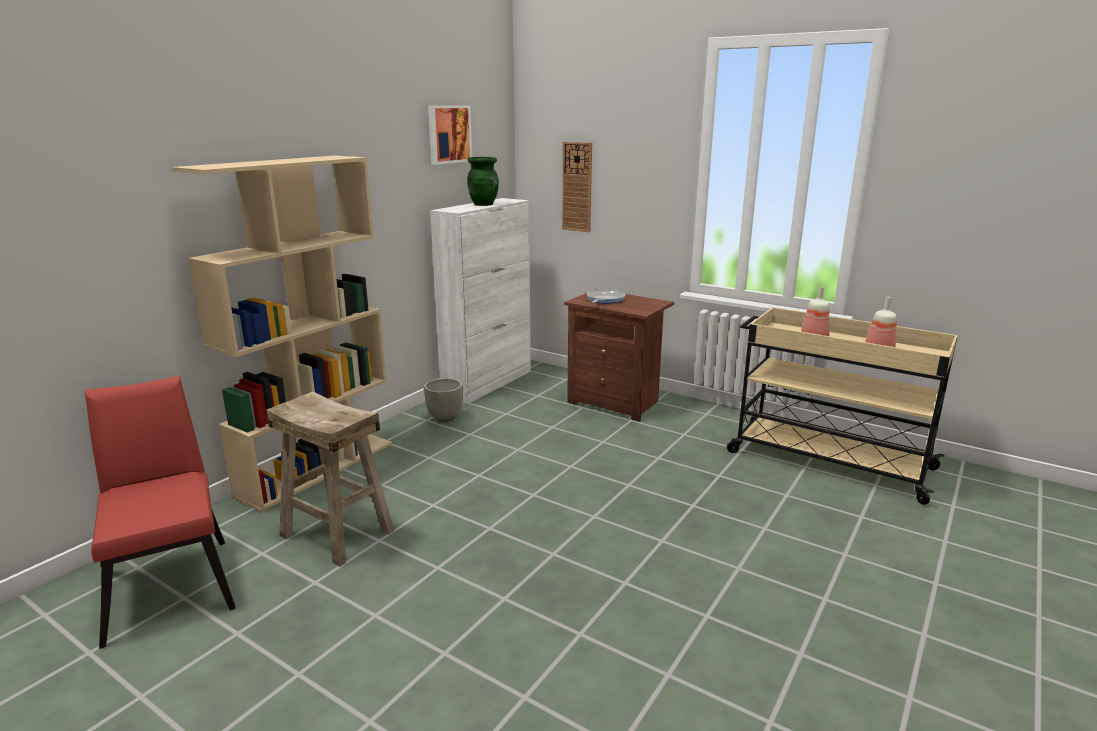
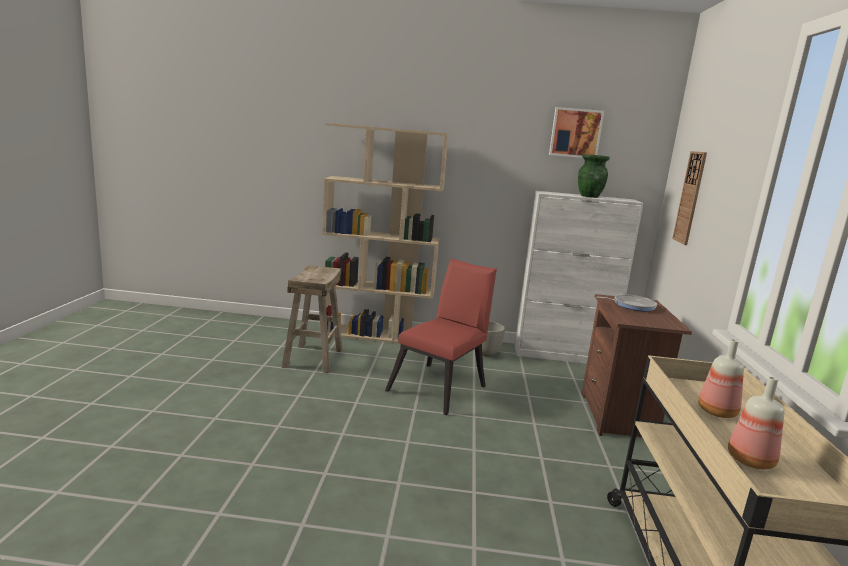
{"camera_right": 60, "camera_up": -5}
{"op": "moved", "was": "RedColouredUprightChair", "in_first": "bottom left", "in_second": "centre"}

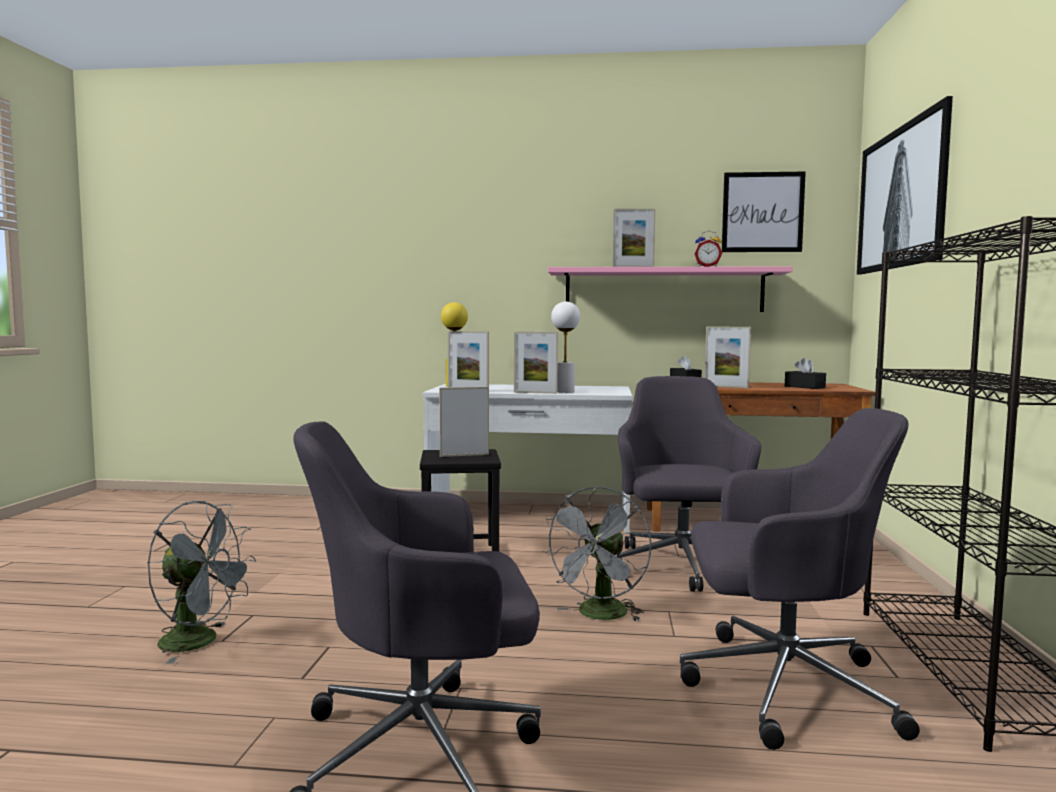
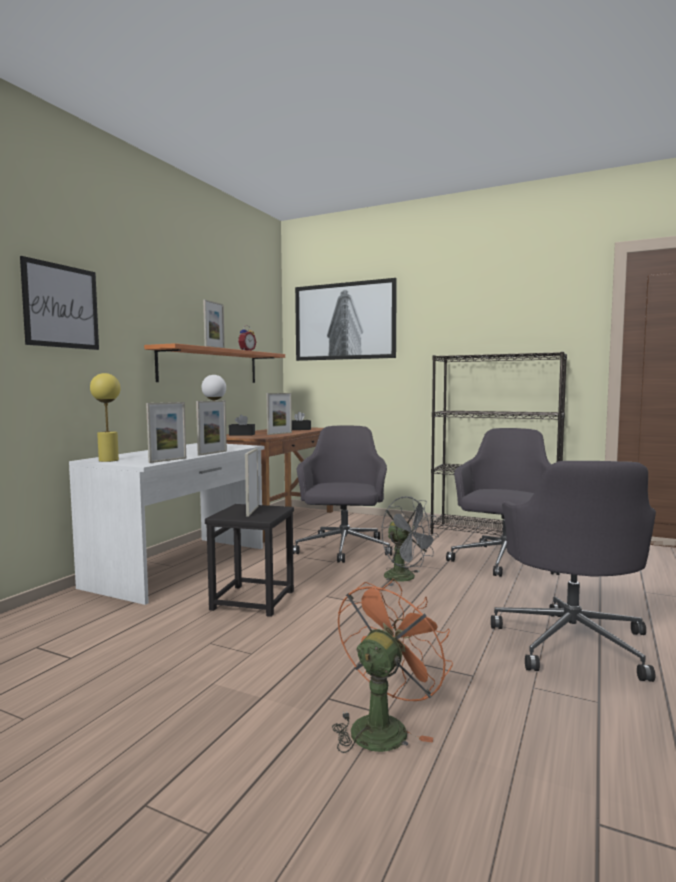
{"camera_right": -70, "camera_up": 0}
{"op": "moved", "was": "WallArt (1st from left)", "in_first": "top right", "in_second": "middle left"}
{"op": "recoloured", "was": "PinkShelf", "now": "OrangeShelf", "in_first": "centre", "in_second": "middle left"}
{"op": "turned", "was": "GreyishComputerChair (2nd from left in the first image)", "in_first": "centre", "in_second": "centre", "clockwise": 75}
{"op": "recoloured", "was": "GreyishElectricFan (1st from left)", "now": "OrangeElectricFan", "in_first": "bottom left", "in_second": "bottom centre"}

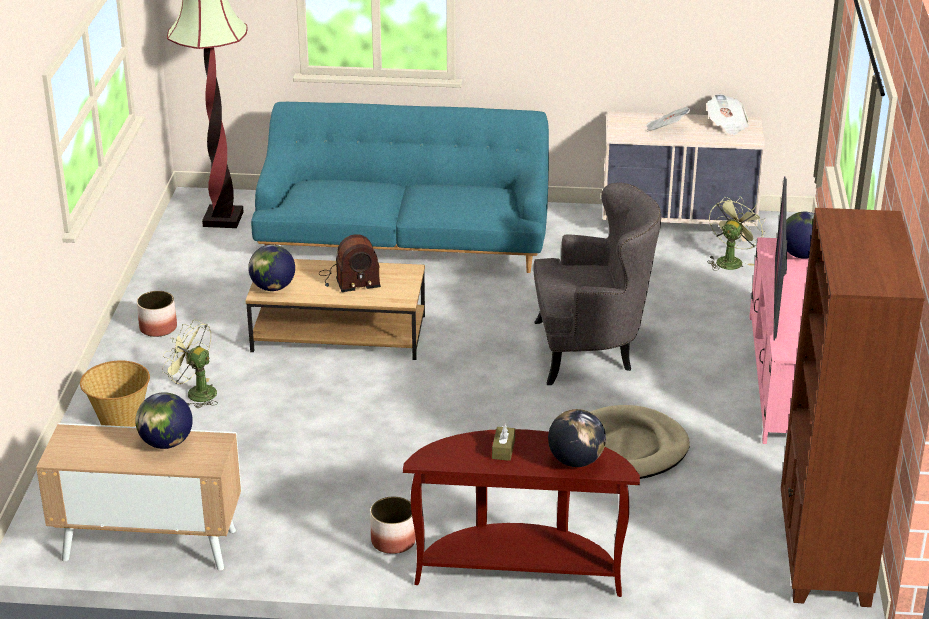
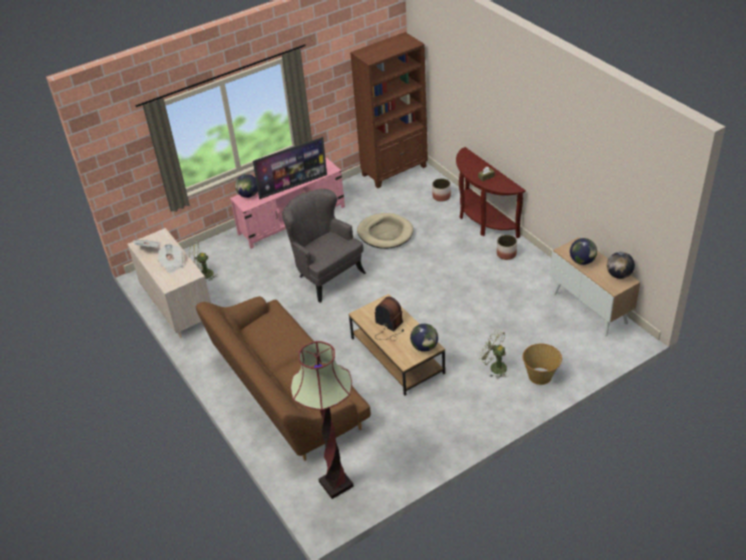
{"camera_right": -125, "camera_up": 10}
{"op": "recoloured", "was": "TurquoiseColouredCouch", "now": "BrownishCouch", "in_first": "top centre", "in_second": "bottom centre"}
{"op": "moved", "was": "PlantPot (1st from left)", "in_first": "middle left", "in_second": "centre"}
{"op": "turned", "was": "GreenElectricFan (1st from left in the first image)", "in_first": "middle left", "in_second": "centre", "clockwise": 135}
{"op": "moved", "was": "Globe (3rd from left in the first image)", "now": "Globe (4th from left)", "in_first": "bottom centre", "in_second": "middle right"}

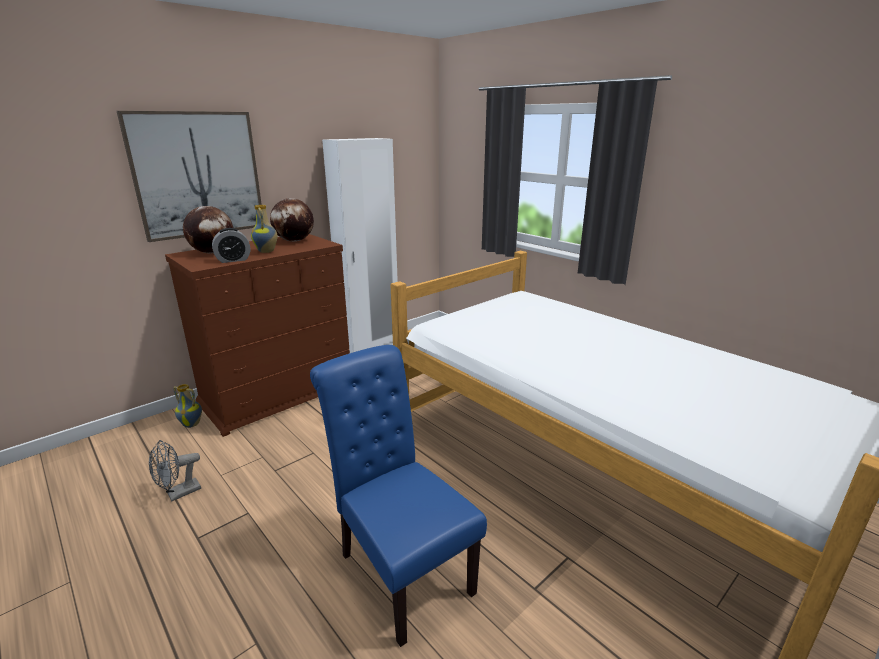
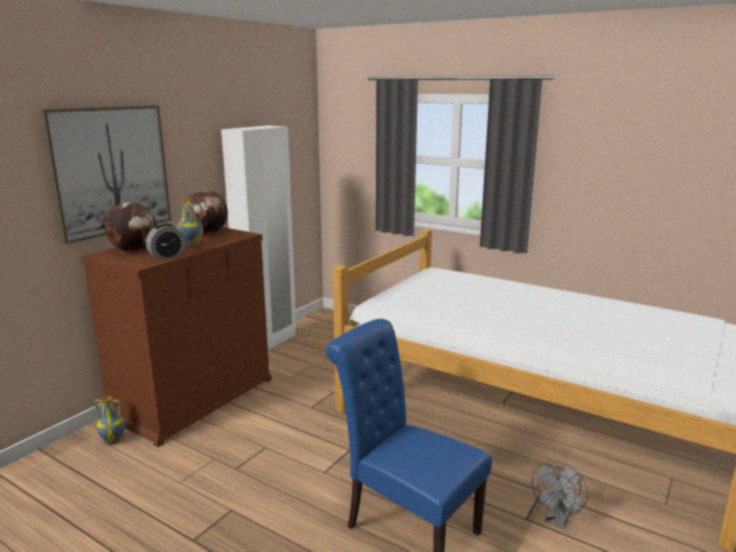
{"camera_right": -15, "camera_up": -5}
{"op": "moved", "was": "GreyishElectricFan", "in_first": "bottom left", "in_second": "bottom right"}

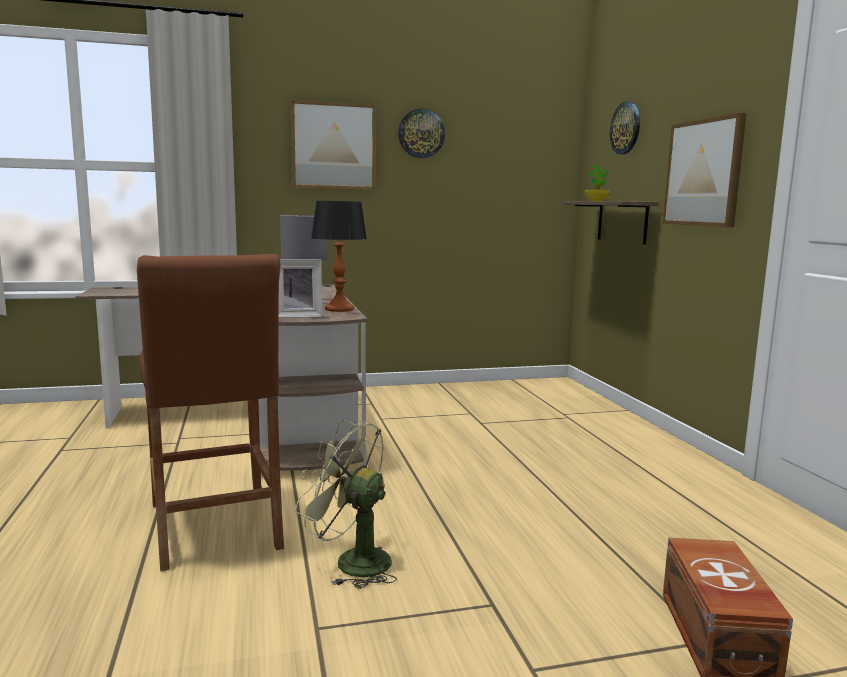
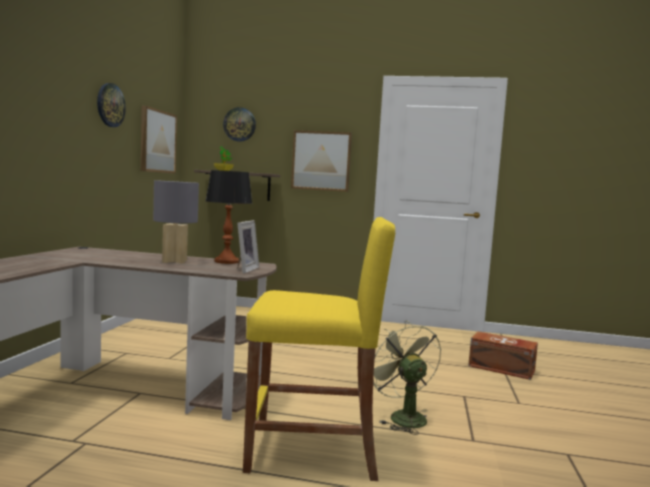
{"camera_right": -65, "camera_up": -5}
{"op": "moved", "was": "WallArt (1st from left)", "in_first": "top centre", "in_second": "top left"}
{"op": "recoloured", "was": "BrownishStoolSeat", "now": "YellowishStoolSeat", "in_first": "middle left", "in_second": "bottom centre"}
{"op": "turned", "was": "GreenElectricFan", "in_first": "bottom centre", "in_second": "bottom centre", "clockwise": 105}

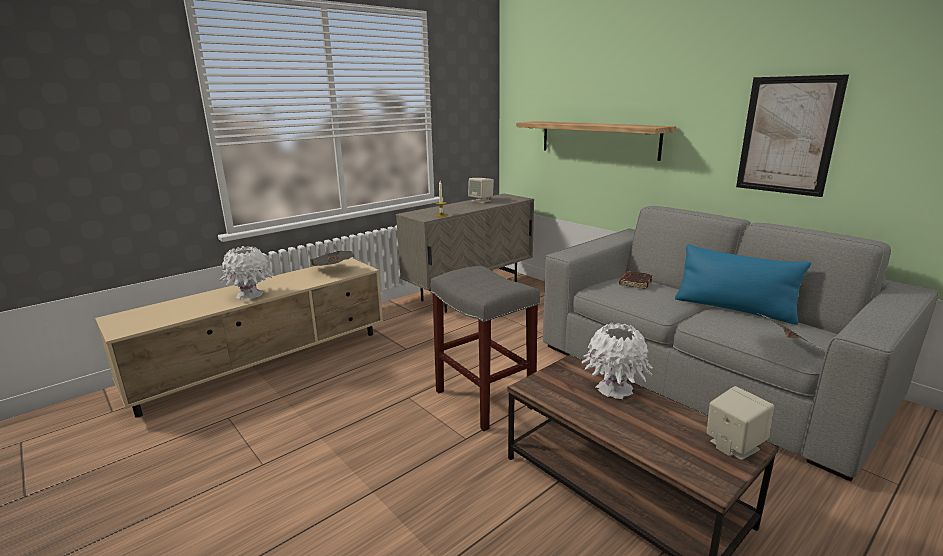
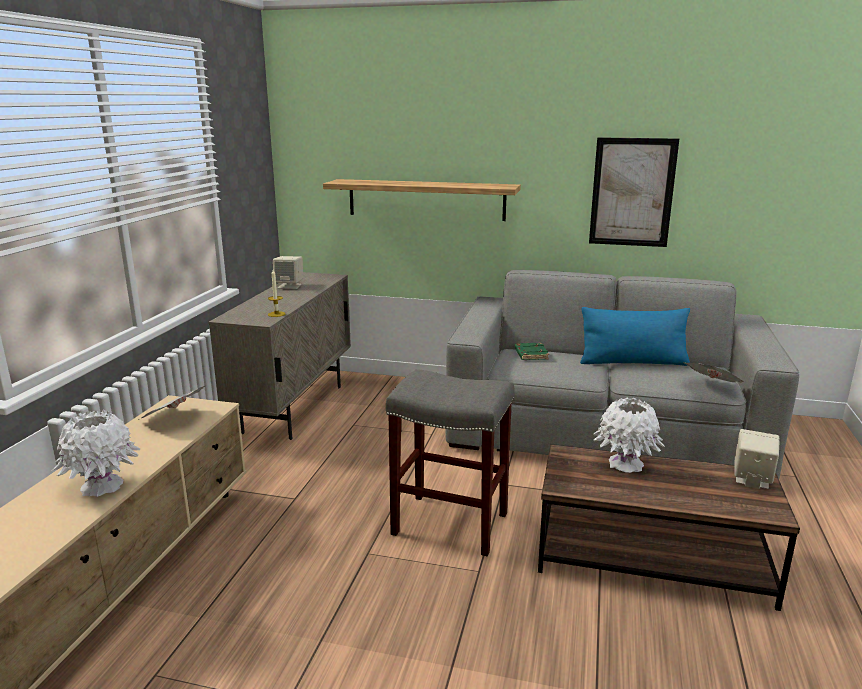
{"camera_right": -35, "camera_up": 0}
{"op": "recoloured", "was": "BrownishBook", "now": "GreenBook", "in_first": "middle right", "in_second": "centre"}

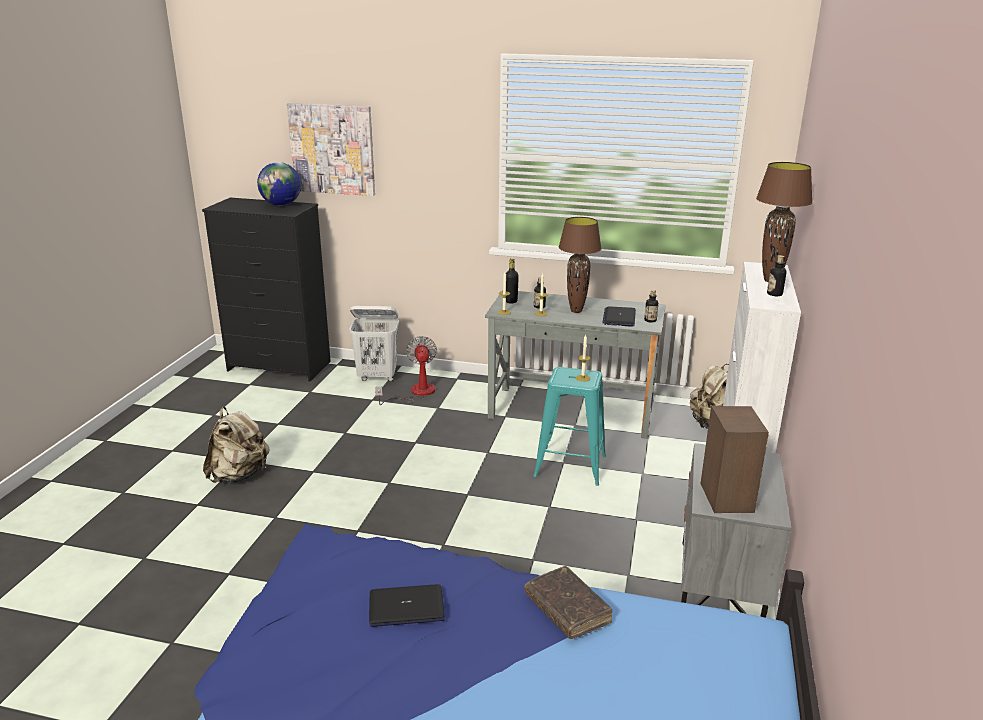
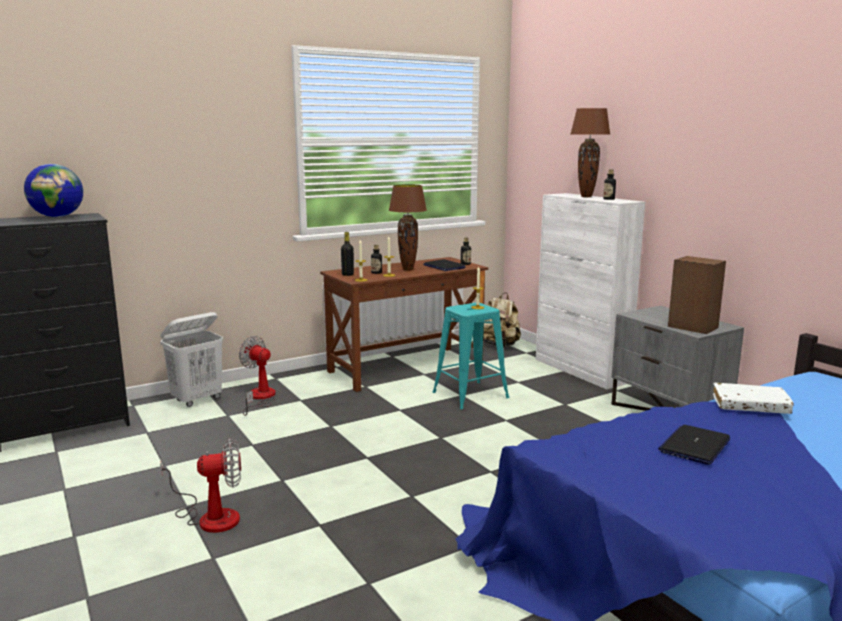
{"camera_right": -45, "camera_up": -10}
{"op": "replaced", "was": "BeigeRucksack (1st from left)", "now": "ElectricFan (1st from left)", "in_first": "middle left", "in_second": "bottom left"}
{"op": "recoloured", "was": "GreyishDesk", "now": "BrownishDesk", "in_first": "centre", "in_second": "centre"}
{"op": "recoloured", "was": "BrownishBook", "now": "WhiteBook", "in_first": "bottom centre", "in_second": "middle right"}
{"op": "removed", "was": "WallArt", "in_first": "top centre"}

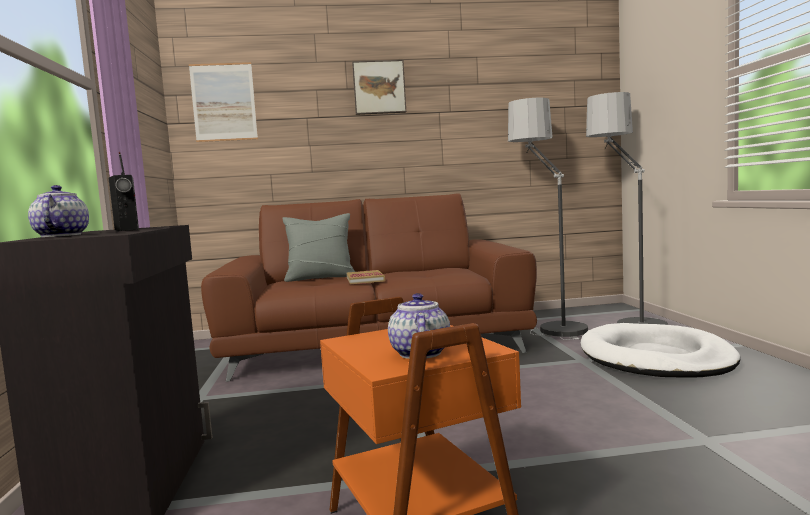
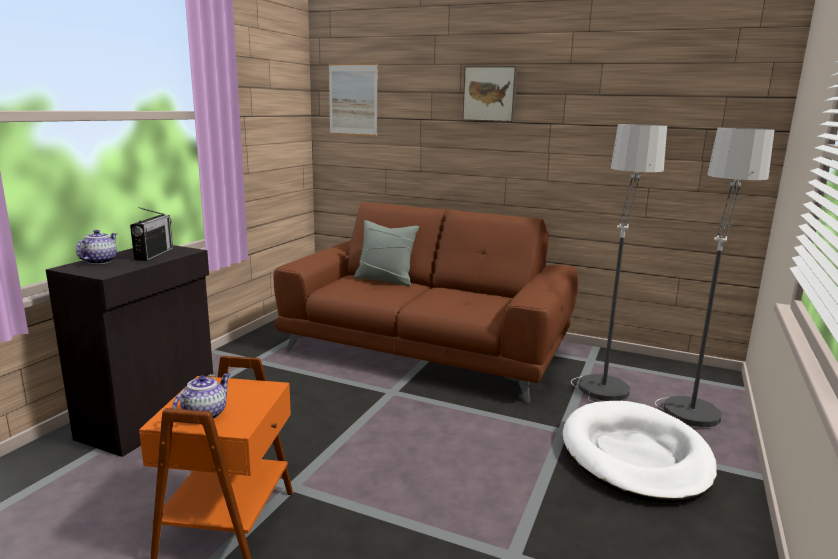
{"camera_right": 30, "camera_up": 10}
{"op": "removed", "was": "Book", "in_first": "centre"}

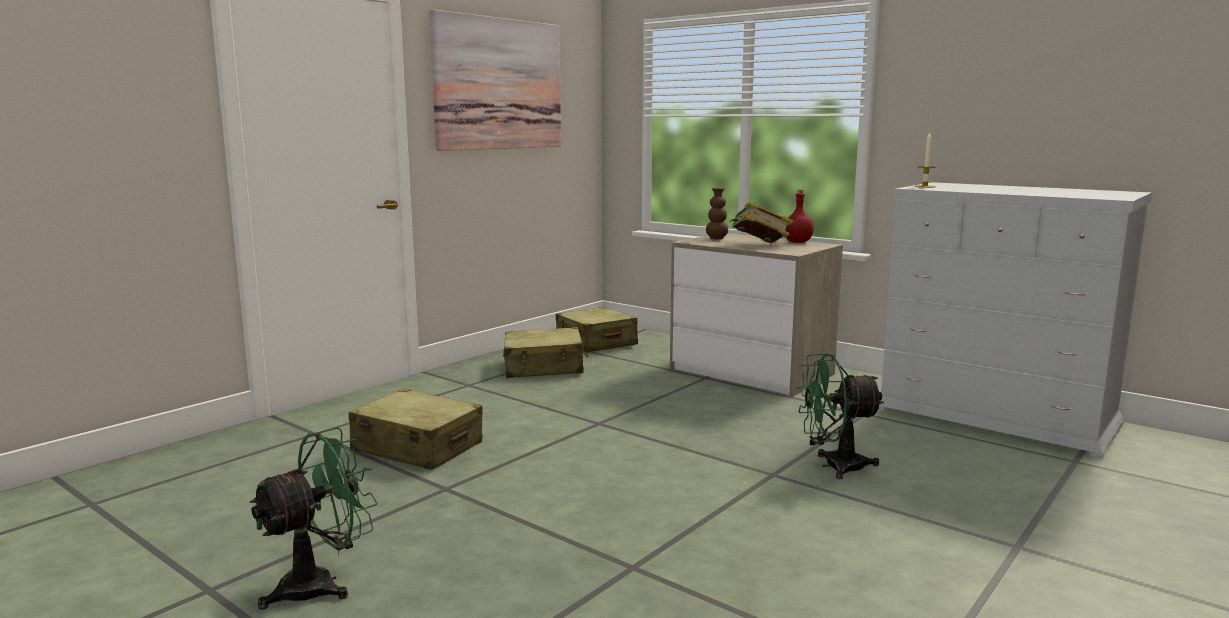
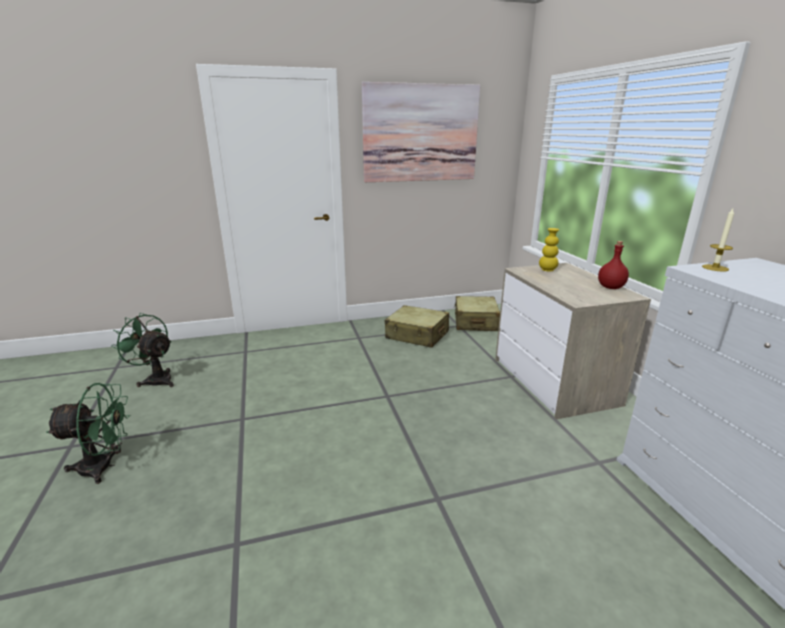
{"camera_right": 35, "camera_up": 10}
{"op": "moved", "was": "GreenElectricFan (2nd from left)", "in_first": "bottom right", "in_second": "middle left"}
{"op": "recoloured", "was": "BrownishDecorativeVase", "now": "YellowishDecorativeVase", "in_first": "centre", "in_second": "middle right"}
{"op": "removed", "was": "BeigeSuitcase (1st from left)", "in_first": "bottom centre"}
{"op": "removed", "was": "Book", "in_first": "centre"}

